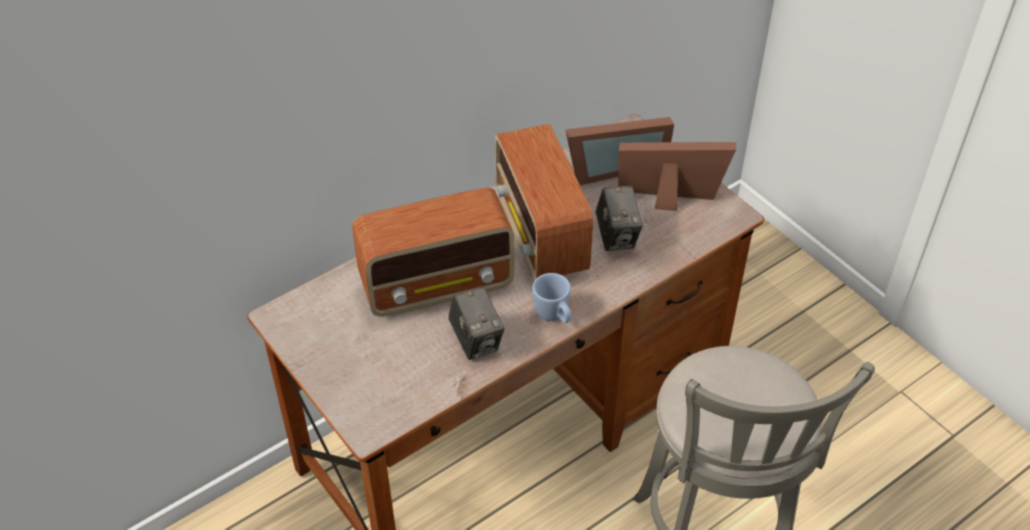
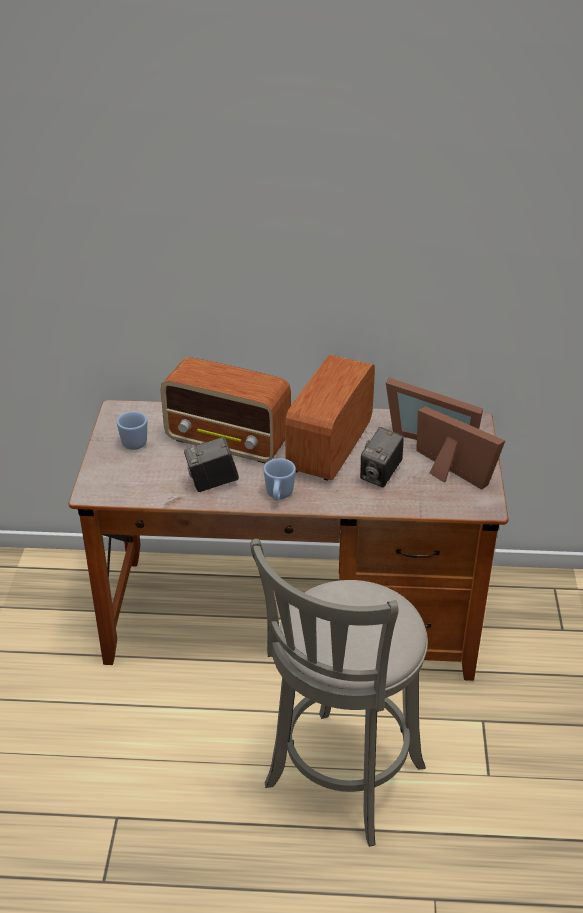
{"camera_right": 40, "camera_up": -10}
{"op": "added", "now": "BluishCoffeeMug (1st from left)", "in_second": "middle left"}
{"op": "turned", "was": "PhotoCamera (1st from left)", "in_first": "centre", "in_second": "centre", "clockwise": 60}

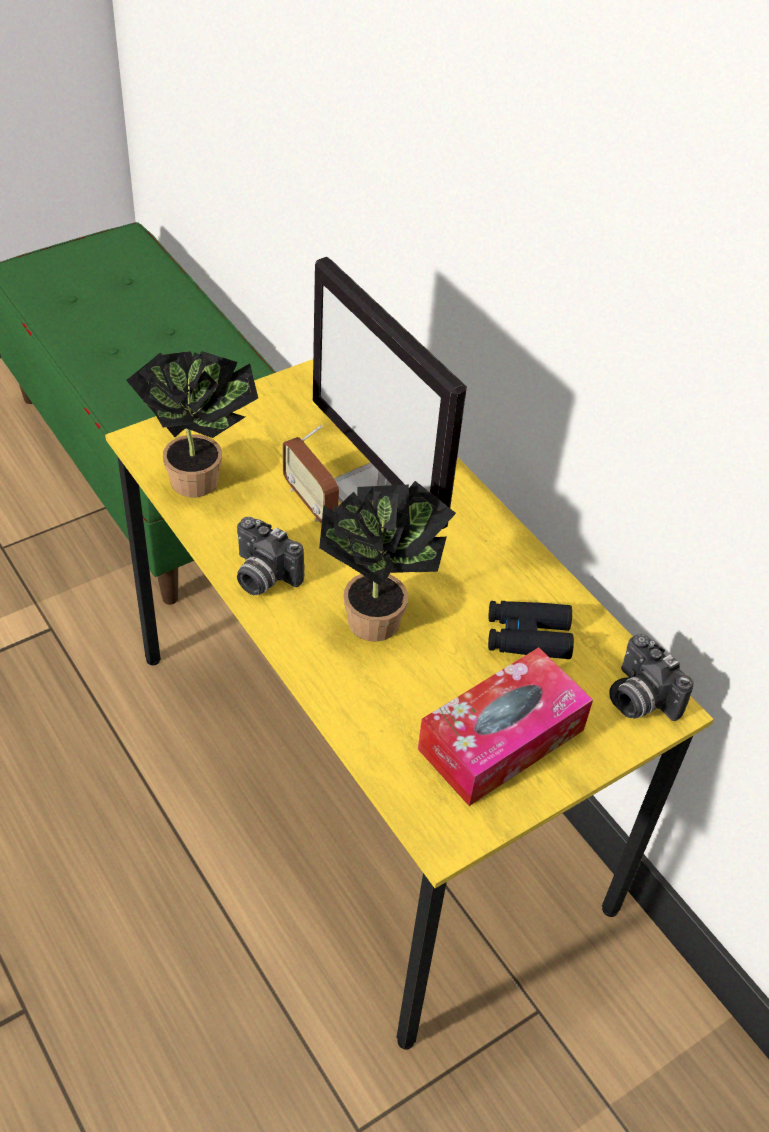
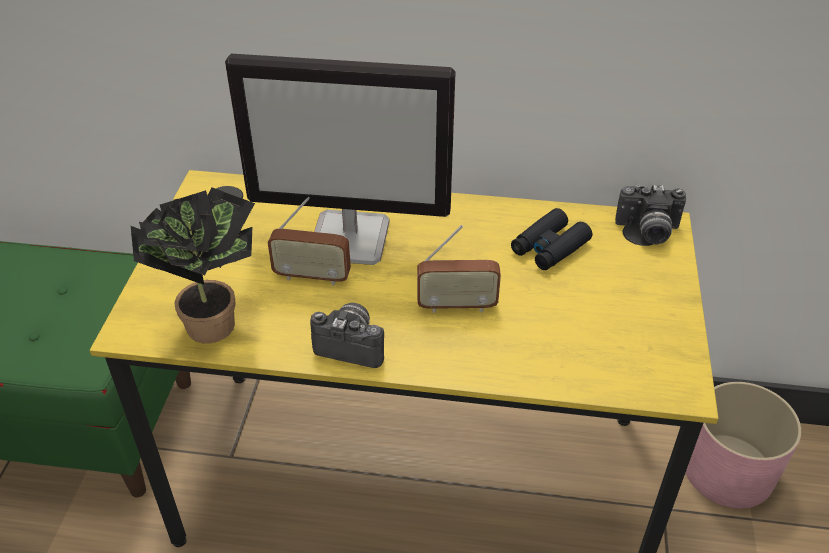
{"camera_right": -45, "camera_up": -5}
{"op": "turned", "was": "PhotoCamera (1st from left)", "in_first": "centre", "in_second": "centre", "clockwise": -150}
{"op": "replaced", "was": "PottedPlant (2nd from left)", "now": "Radio (2nd from left)", "in_first": "centre", "in_second": "centre"}
{"op": "added", "now": "PinkPlantPot", "in_second": "bottom right"}
{"op": "removed", "was": "BoxOfTissues", "in_first": "centre"}

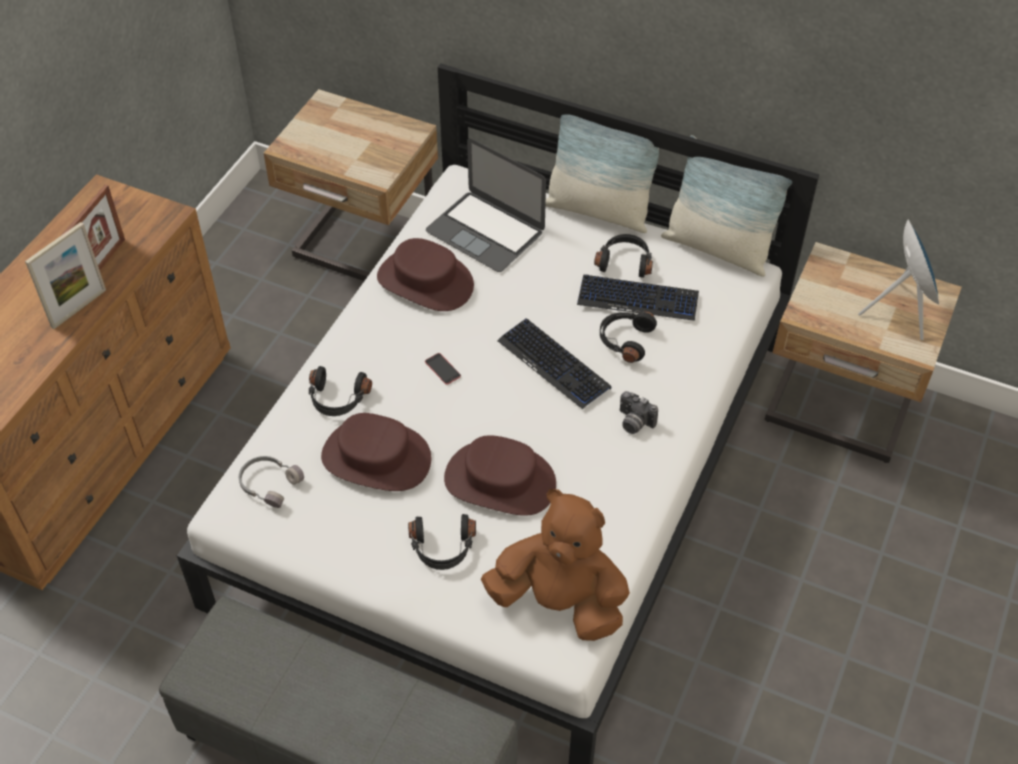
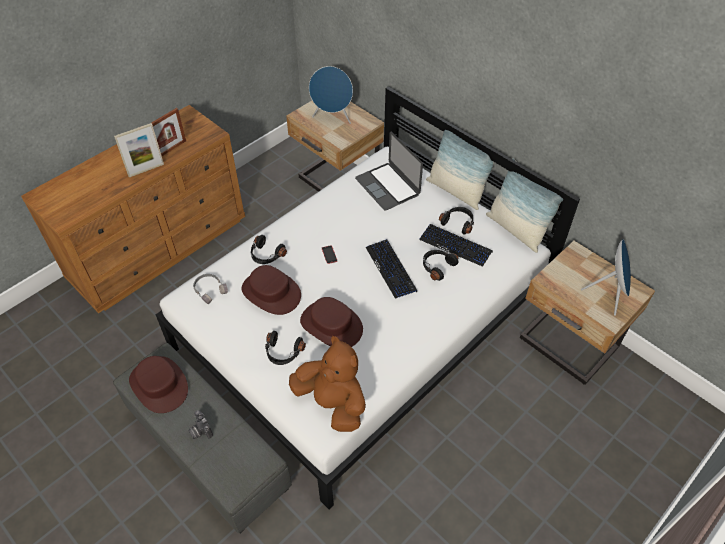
{"camera_right": 20, "camera_up": 0}
{"op": "moved", "was": "BrownishWearableHat (2nd from left in the first image)", "now": "BrownishWearableHat (1st from left)", "in_first": "centre", "in_second": "bottom left"}
{"op": "moved", "was": "PhotoCamera", "in_first": "centre", "in_second": "bottom left"}
{"op": "added", "now": "BluishLoudspeaker (1st from left)", "in_second": "top centre"}

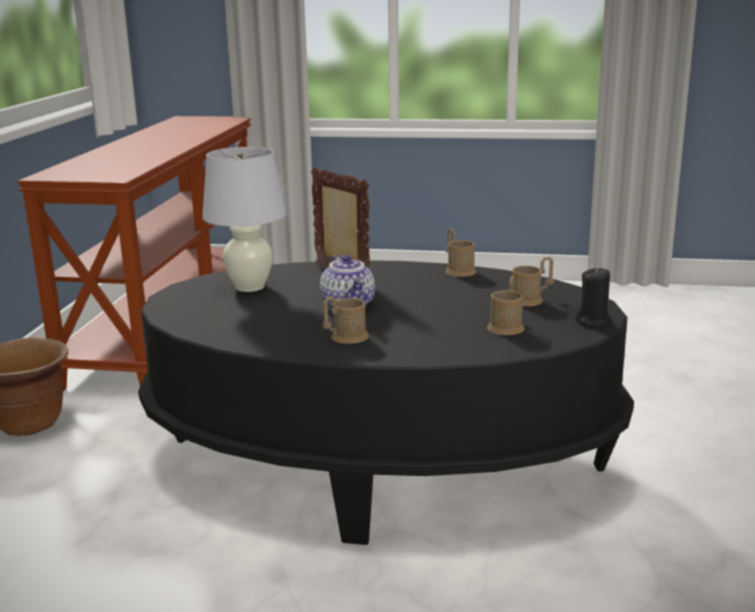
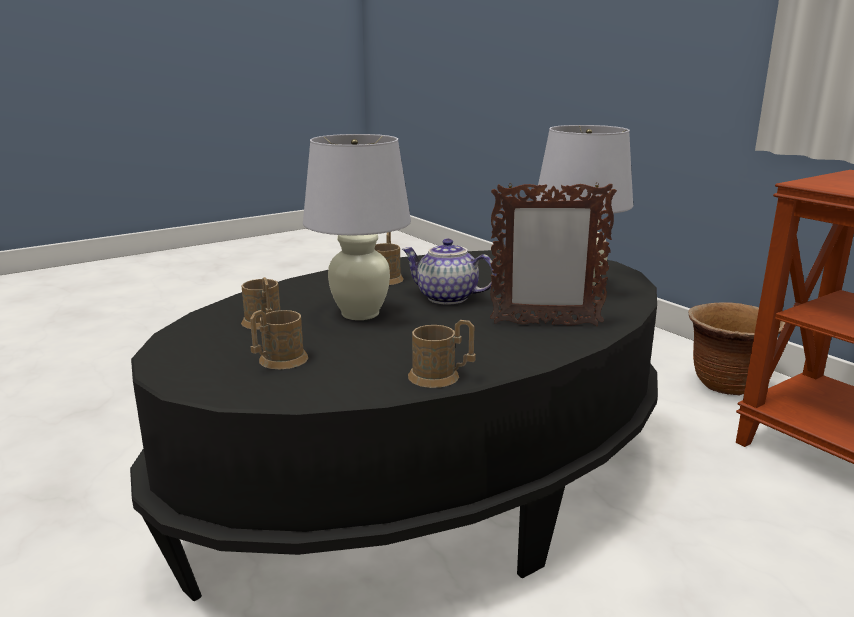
{"camera_right": 135, "camera_up": 0}
{"op": "added", "now": "WhiteTableLamp (1st from left)", "in_second": "centre"}
{"op": "removed", "was": "BlackishCandle", "in_first": "middle right"}

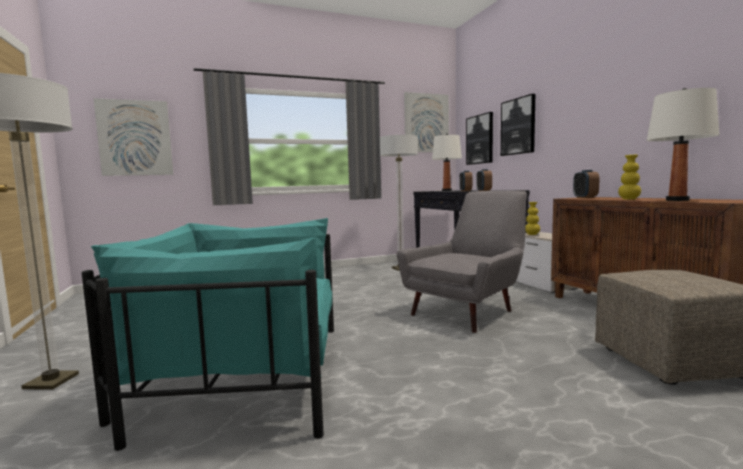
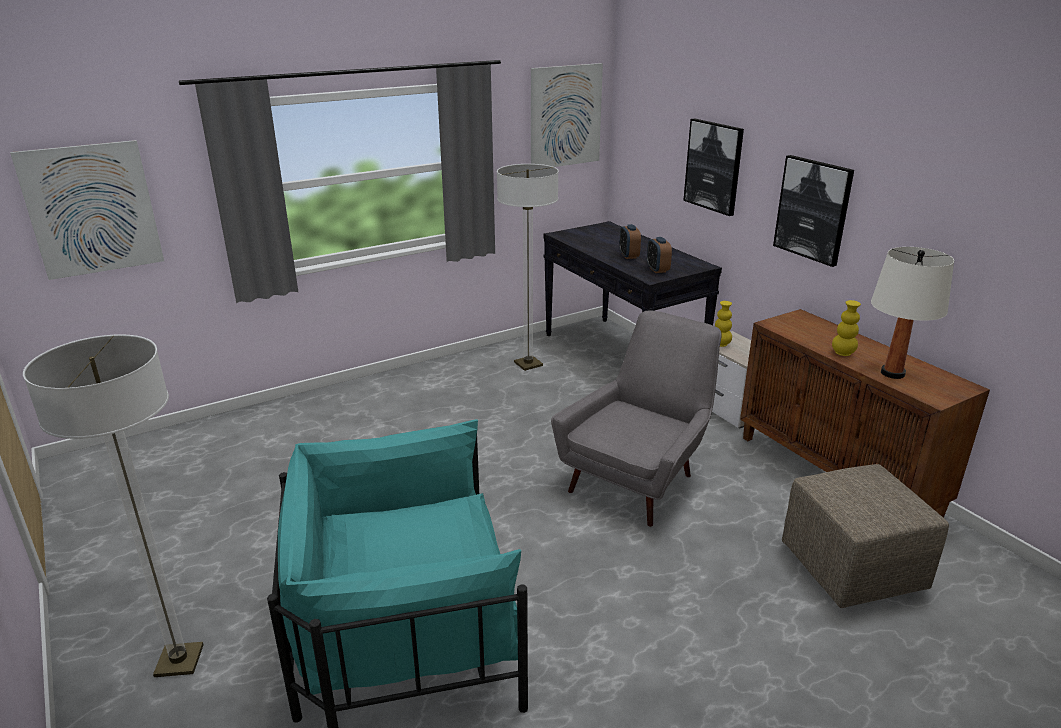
{"camera_right": -10, "camera_up": 20}
{"op": "moved", "was": "WallArt (3rd from left in the first image)", "now": "WallArt (4th from left)", "in_first": "top centre", "in_second": "top right"}
{"op": "removed", "was": "WhiteTableLamp (1st from left)", "in_first": "centre"}
{"op": "removed", "was": "TableClock (3rd from left)", "in_first": "middle right"}

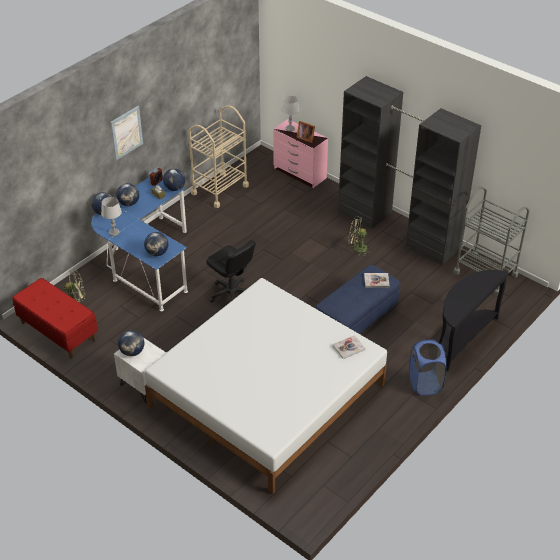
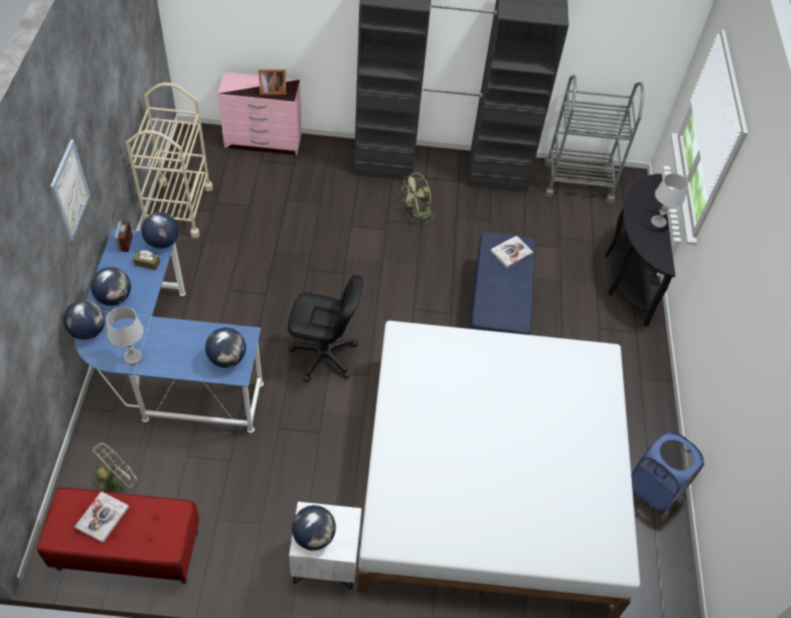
{"camera_right": -40, "camera_up": 10}
{"op": "moved", "was": "Book (1st from left)", "in_first": "centre", "in_second": "bottom left"}
{"op": "moved", "was": "BluishWashingBasket", "in_first": "middle right", "in_second": "bottom right"}
{"op": "moved", "was": "GreyishTableLamp (2nd from left)", "in_first": "top centre", "in_second": "top right"}

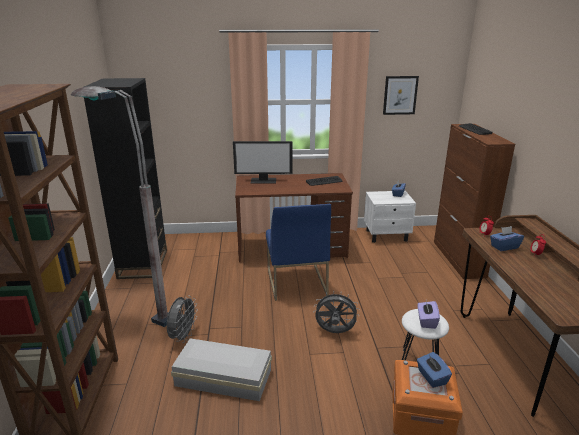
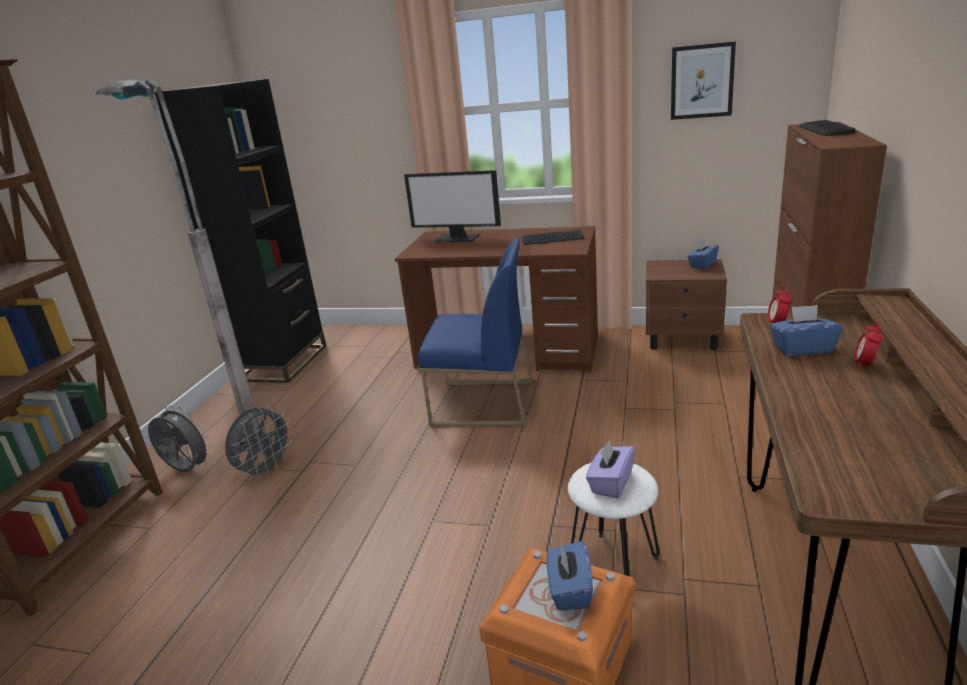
{"camera_right": 20, "camera_up": 0}
{"op": "moved", "was": "GreyishElectricFan (2nd from left in the first image)", "now": "GreyishElectricFan (1st from left)", "in_first": "bottom centre", "in_second": "middle left"}
{"op": "turned", "was": "BluishUprightChair", "in_first": "centre", "in_second": "centre", "clockwise": -90}
{"op": "recoloured", "was": "WhiteNightTable", "now": "BrownishNightTable", "in_first": "middle right", "in_second": "middle right"}
{"op": "removed", "was": "WhiteStorageBox", "in_first": "bottom centre"}

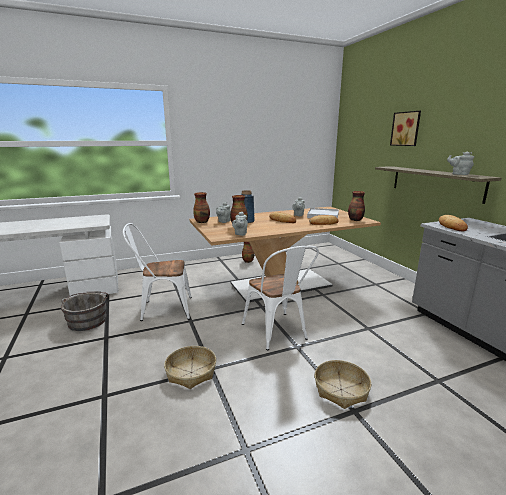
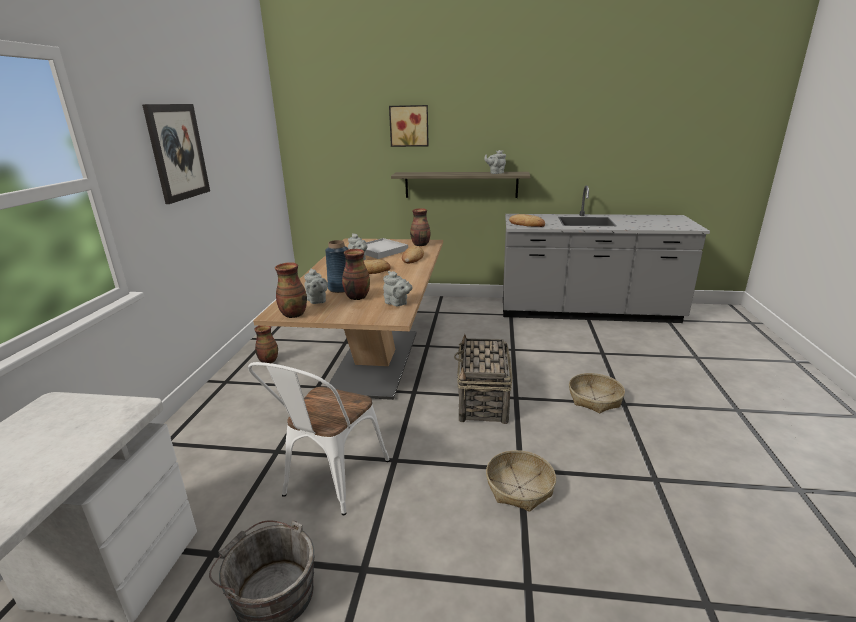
{"camera_right": -60, "camera_up": 5}
{"op": "added", "now": "WallArt (1st from left)", "in_second": "top left"}
{"op": "replaced", "was": "WhiteUprightChair (2nd from left)", "now": "Basket (1st from left)", "in_first": "centre", "in_second": "centre"}

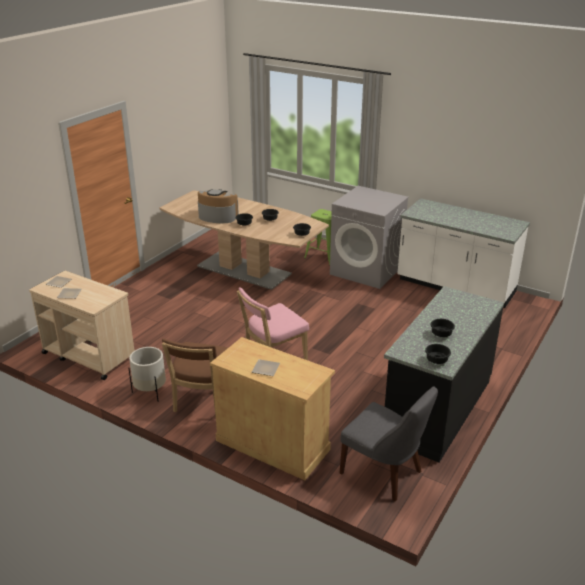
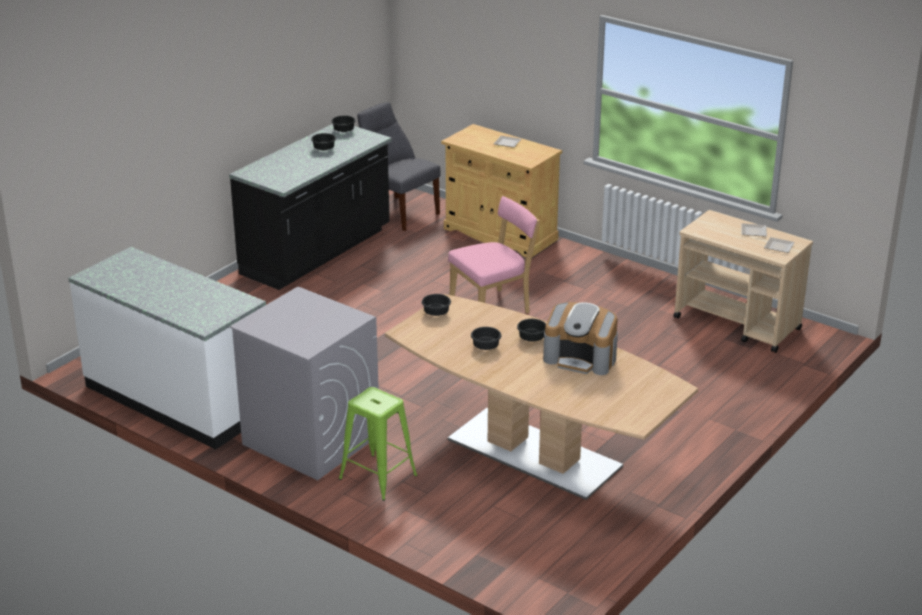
{"camera_right": -175, "camera_up": 0}
{"op": "removed", "was": "WhitePlantPot", "in_first": "middle left"}
{"op": "removed", "was": "BrownishUprightChair", "in_first": "centre"}

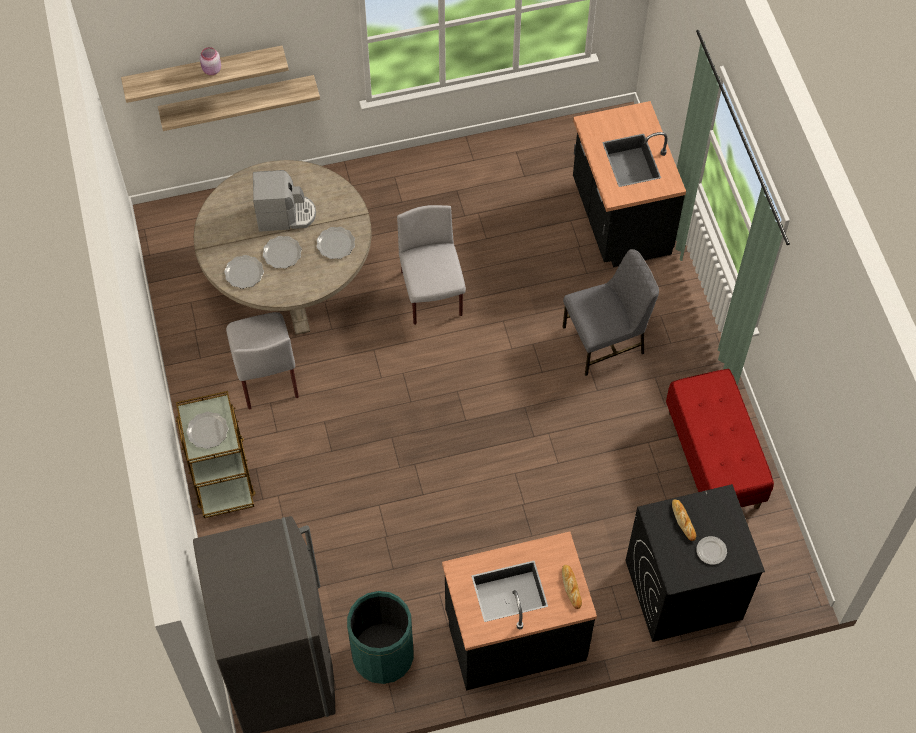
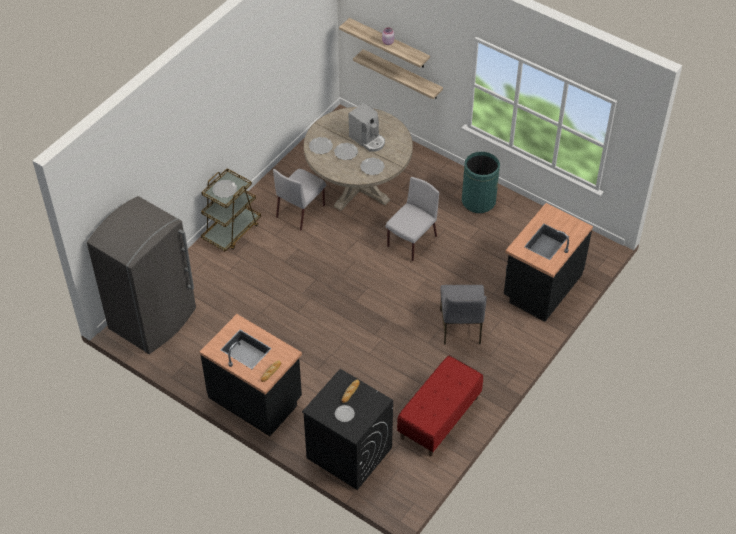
{"camera_right": 50, "camera_up": -10}
{"op": "turned", "was": "GreyishUprightChair (3rd from left)", "in_first": "middle right", "in_second": "centre", "clockwise": 60}
{"op": "moved", "was": "GreenWasteBin", "in_first": "bottom centre", "in_second": "centre"}

